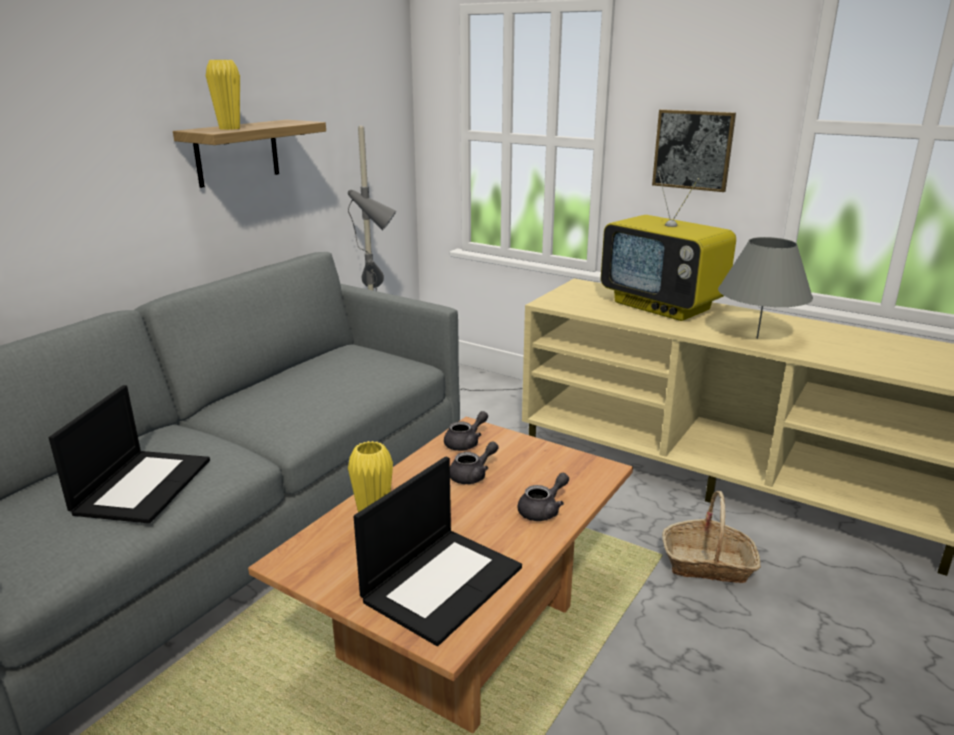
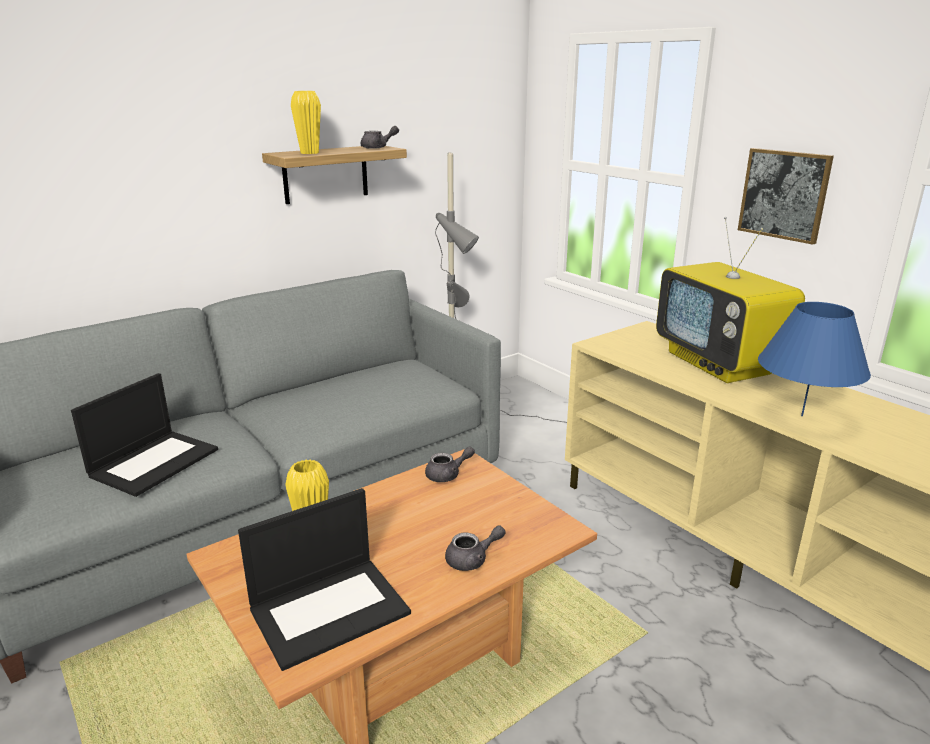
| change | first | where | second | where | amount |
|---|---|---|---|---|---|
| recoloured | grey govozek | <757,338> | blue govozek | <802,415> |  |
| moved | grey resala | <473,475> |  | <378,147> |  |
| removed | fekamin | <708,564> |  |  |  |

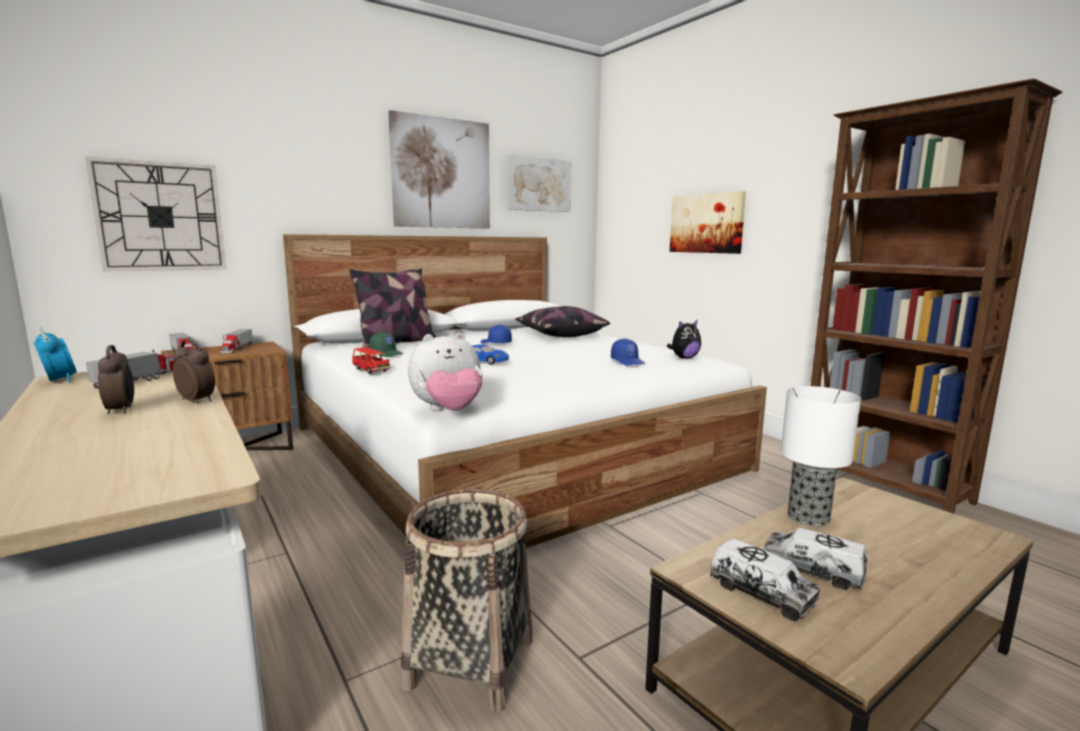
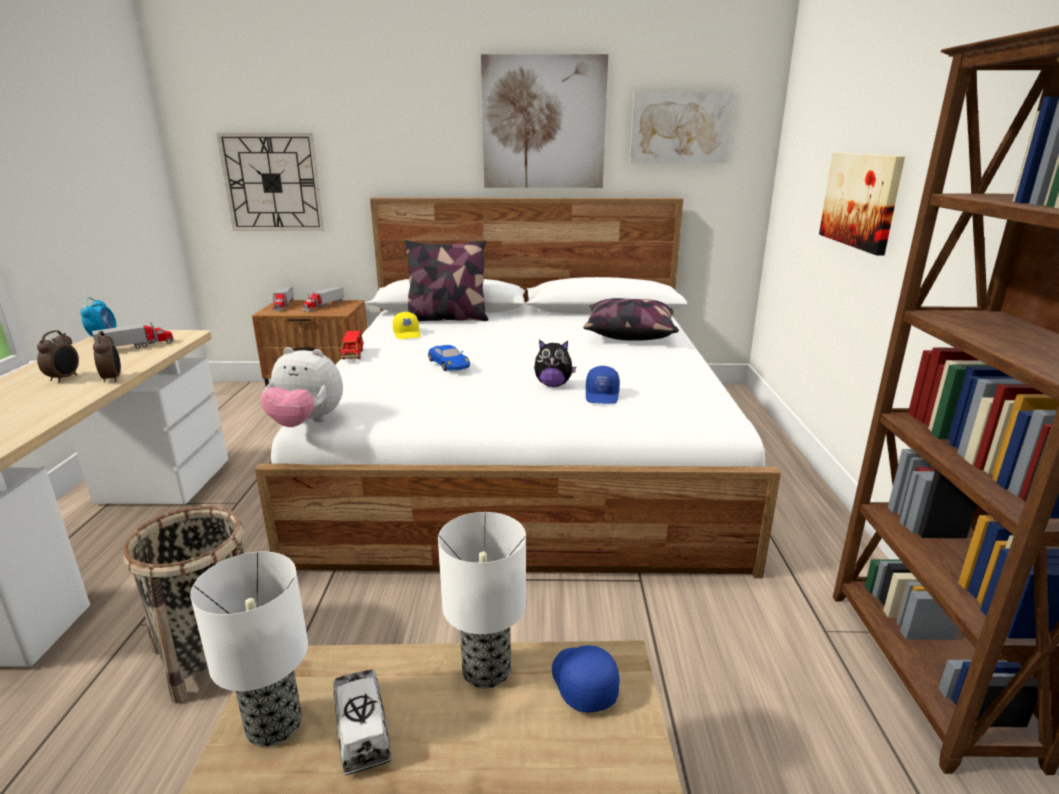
| change | first | where | second | where | amount |
|---|---|---|---|---|---|
| moved | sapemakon | <684,358> |  | <553,385> |  |
| moved | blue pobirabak | <495,343> |  | <582,683> |  |
| recoloured | green pobirabak | <387,353> | yellow pobirabak | <407,334> |  |
| replaced | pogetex | <761,593> | govozek | <275,723> |  |

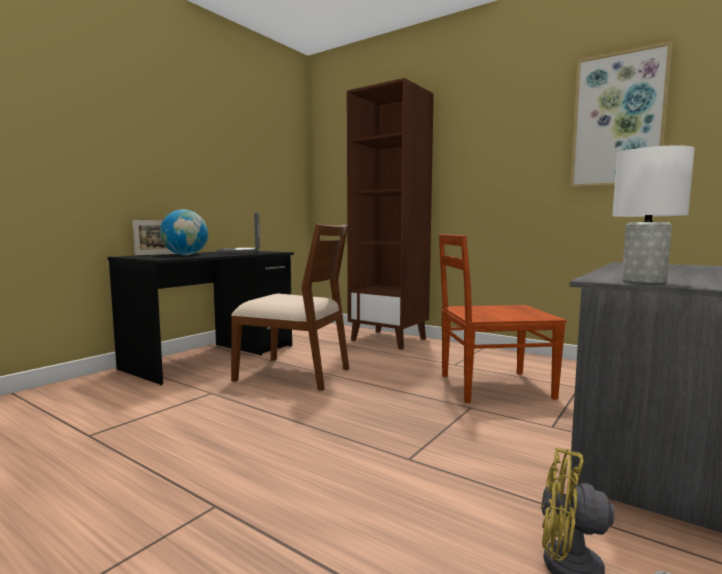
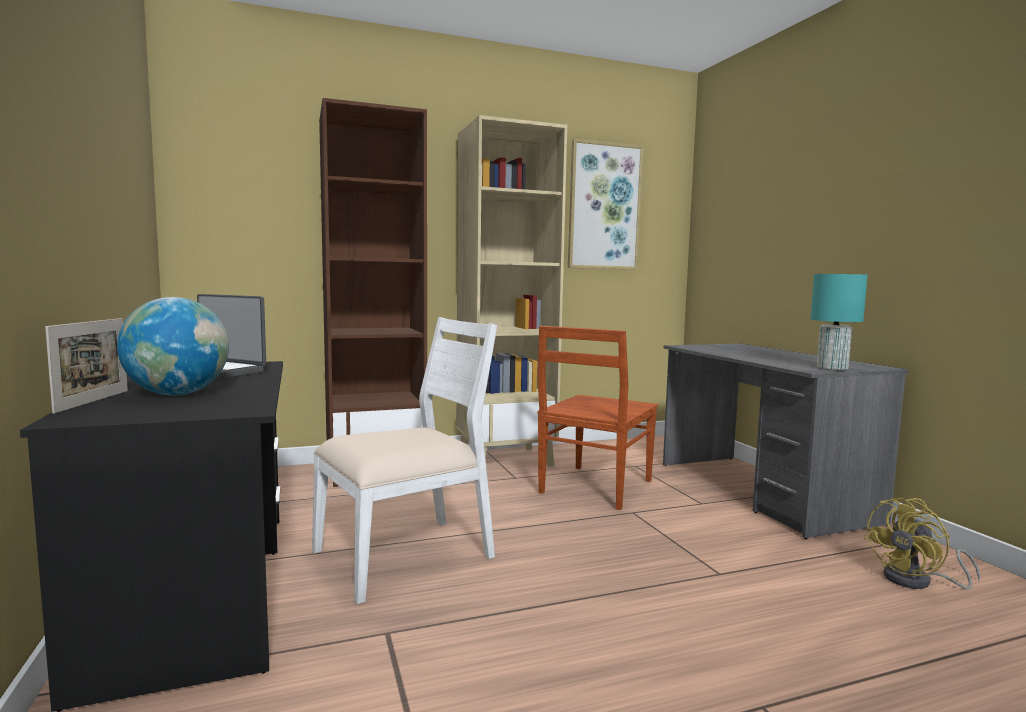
| change | first | where | second | where | amount |
|---|---|---|---|---|---|
| recoloured | white govozek | <643,282> | turquoise govozek | <833,368> |  |
| recoloured | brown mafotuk | <294,374> | white mafotuk | <406,555> |  |
| added |  |  | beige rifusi | <505,459> |  |

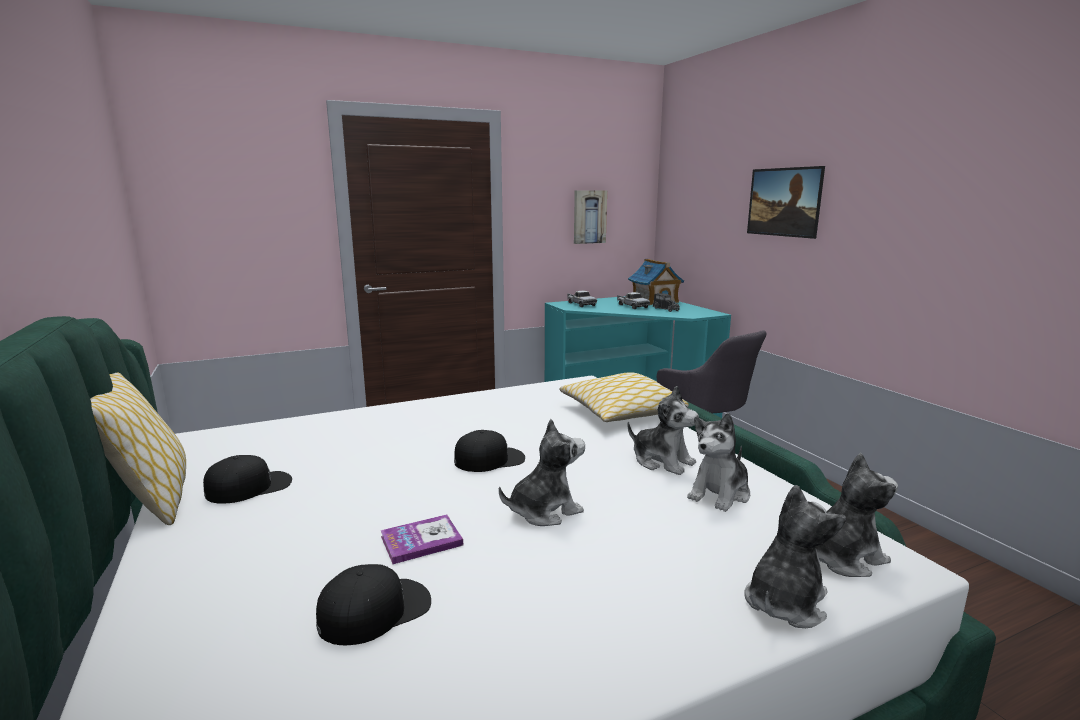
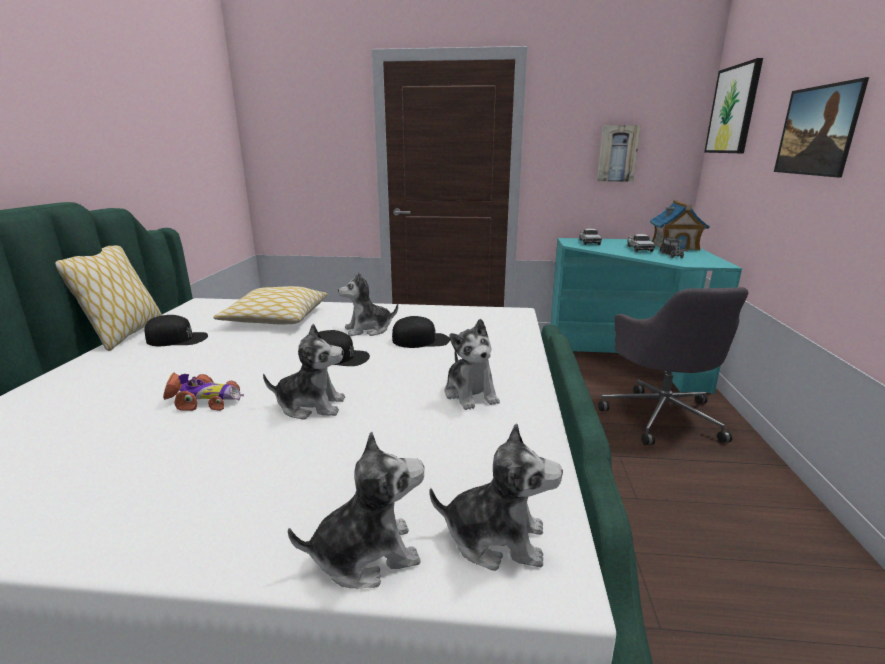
| change | first | where | second | where | amount |
|---|---|---|---|---|---|
| moved | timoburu | <621,412> |  | <276,318> |  |
| moved | sapemakon | <720,493> |  | <368,330> |  |
| replaced | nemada | <421,540> | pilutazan | <203,401> |  |
| moved | black pobirabak | <375,610> |  | <421,340> |  |
| added |  |  | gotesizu | <733,110> |  |

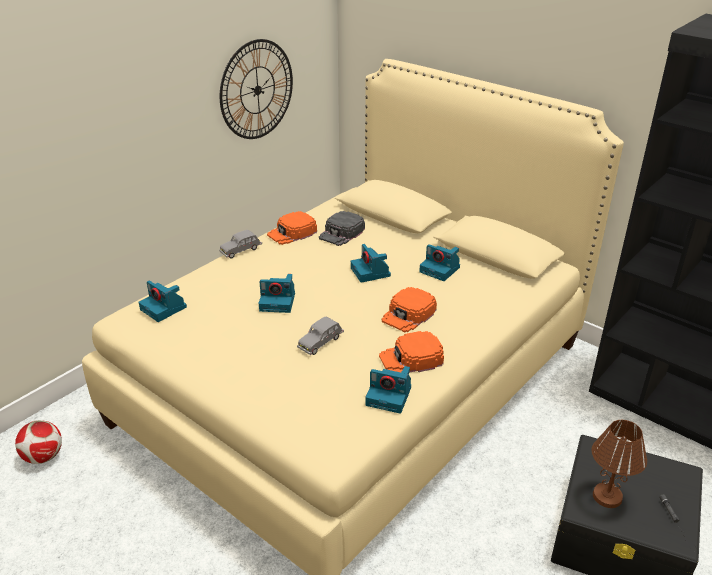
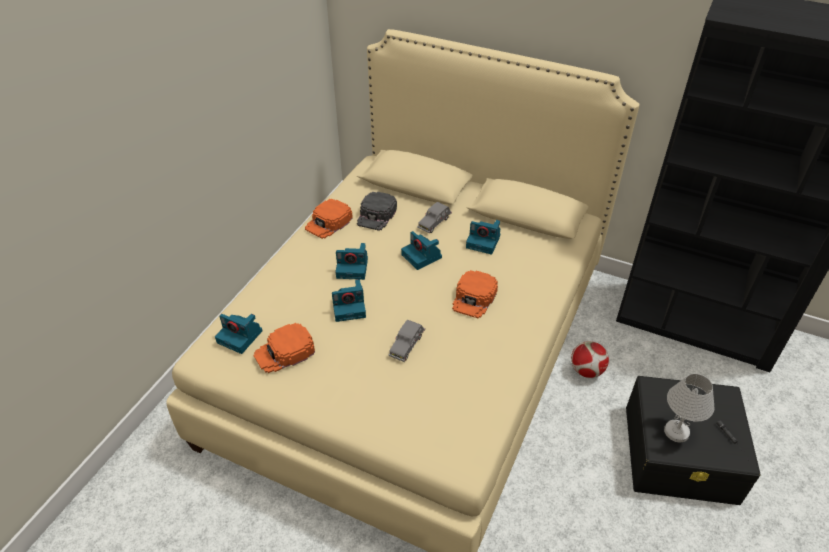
| change | first | where | second | where | amount |
|---|---|---|---|---|---|
| removed | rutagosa | <257,90> |  |  |  |
| moved | grey pilutazan | <241,250> |  | <434,223> |  |
| moved | orange pobirabak | <411,359> |  | <284,352> |  |
| moved | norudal | <390,396> |  | <353,268> |  |
| moved | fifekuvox | <43,457> |  | <586,371> |  |
| recoloured | brown govozek | <607,496> | white govozek | <676,431> |  |

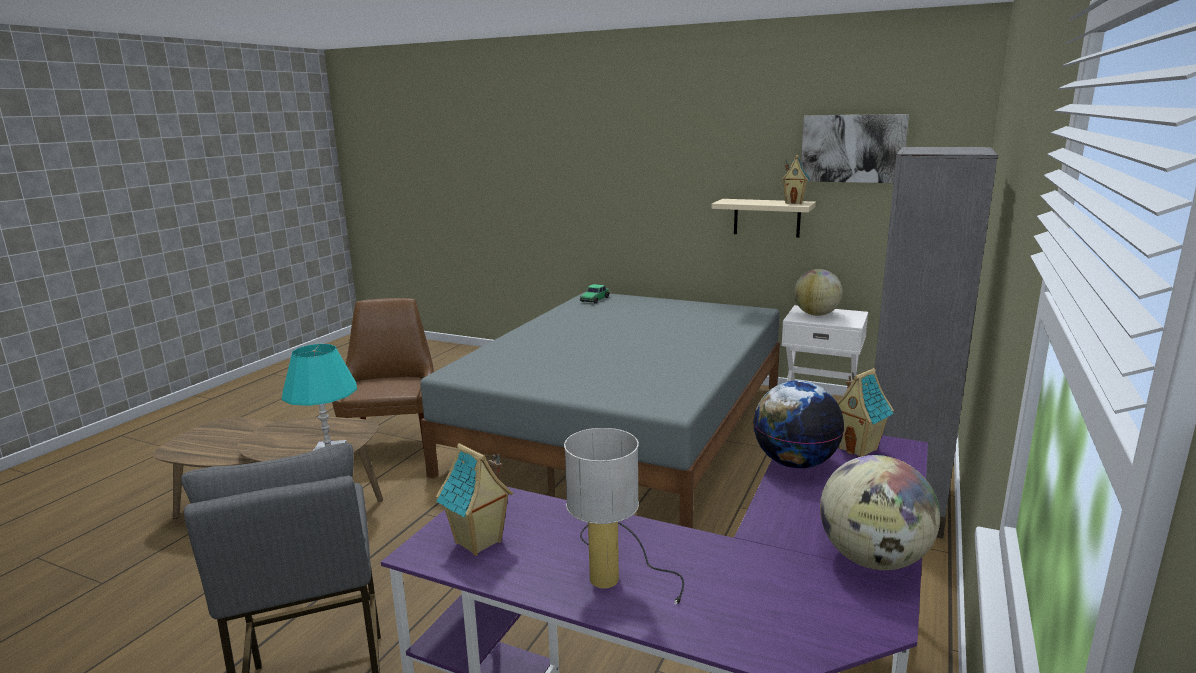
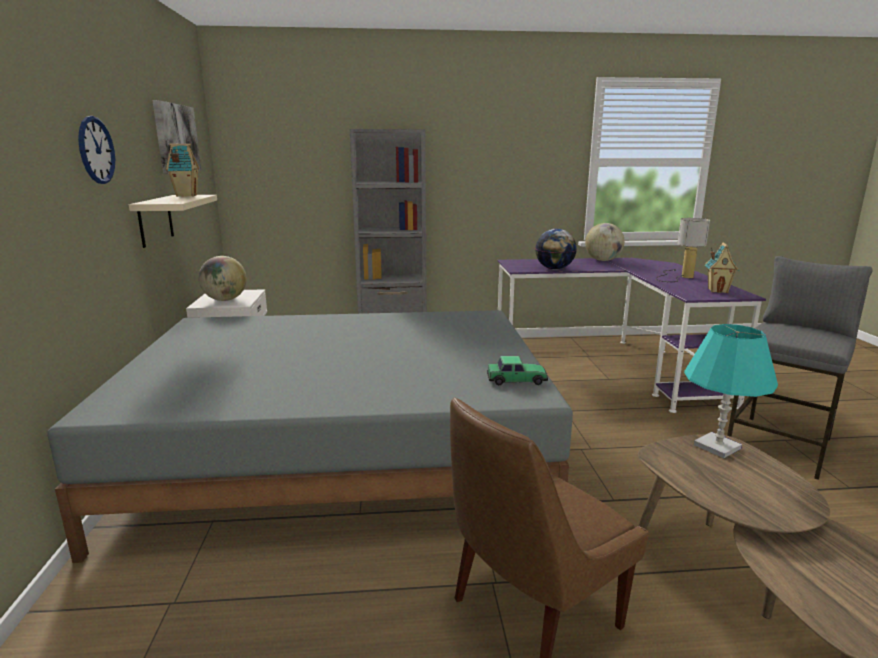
| change | first | where | second | where | amount |
|---|---|---|---|---|---|
| moved | pilutazan | <594,299> |  | <517,380> |  |
| removed | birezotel | <858,449> |  |  |  |
| added |  |  | rutagosa | <96,150> |  |

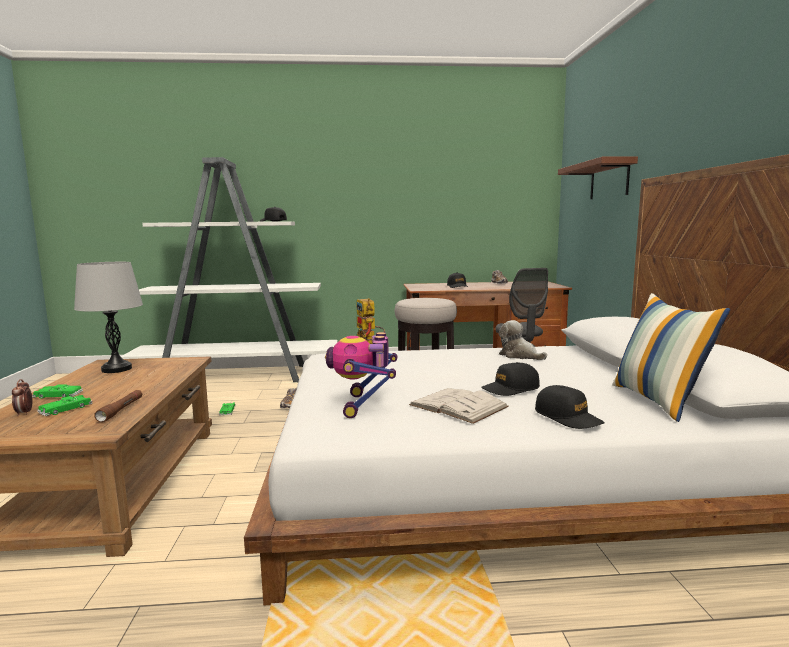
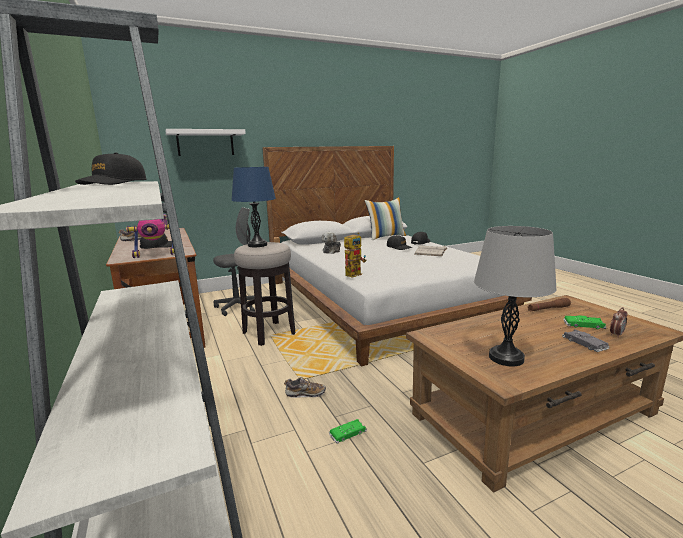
| change | first | where | second | where | amount |
|---|---|---|---|---|---|
| recoloured | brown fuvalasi | <609,180> | white fuvalasi | <205,143> |  |
| moved | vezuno | <364,405> |  | <156,254> |  |
| recoloured | green pilutazan | <58,395> | grey pilutazan | <584,343> |  |
| added |  |  | blue govozek | <257,245> |  |

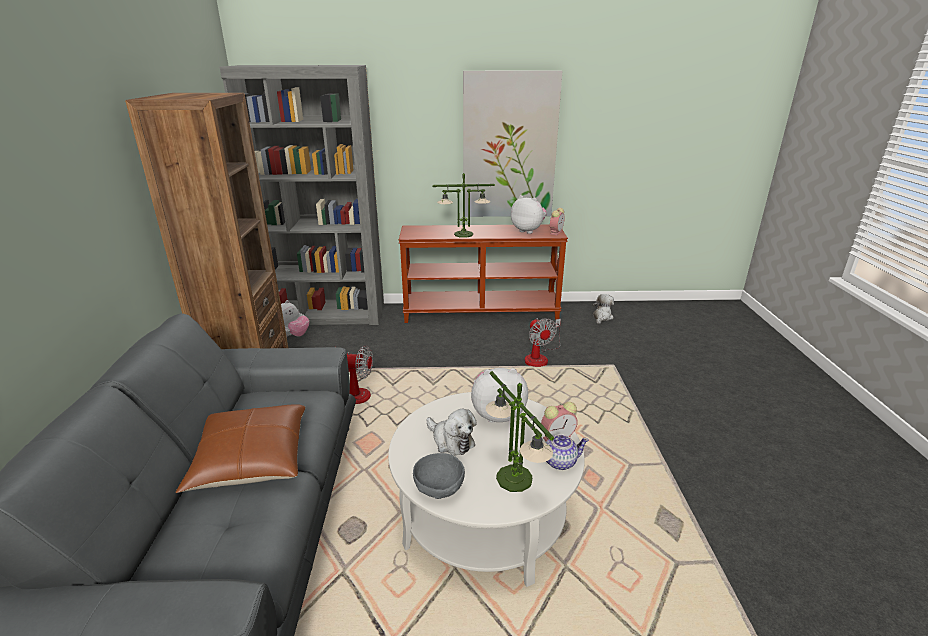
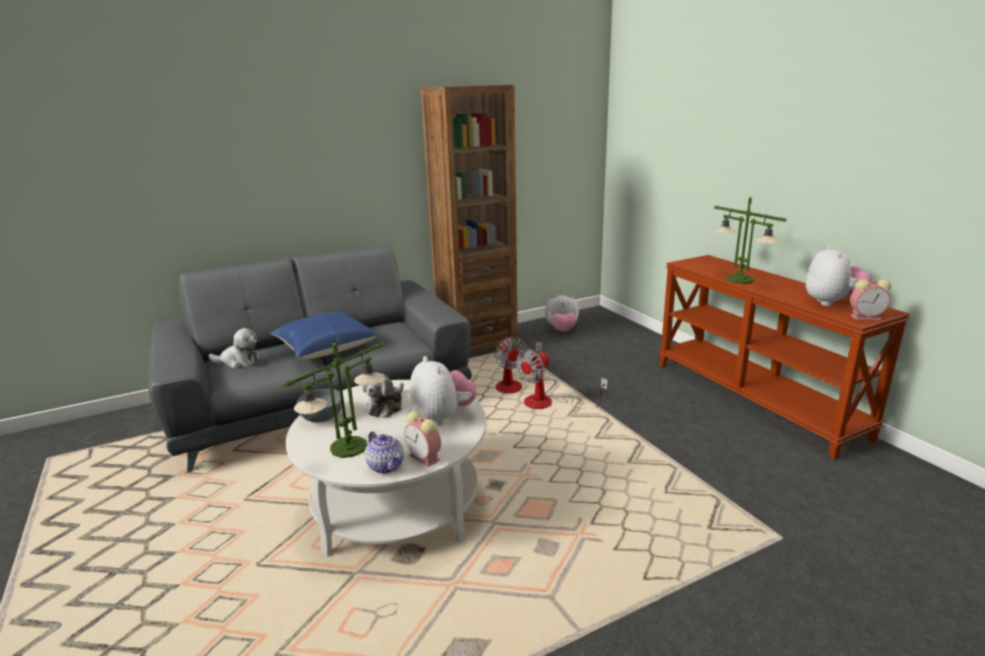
| change | first | where | second | where | amount |
|---|---|---|---|---|---|
| removed | grey rifusi | <329,314> |  |  |  |
| removed | gotesizu | <509,147> |  |  |  |
| moved | sapemakon | <602,317> |  | <238,361> |  |
| moved | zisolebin | <540,357> |  | <549,403> |  |
| recoloured | brown timoburu | <251,459> | blue timoburu | <325,347> |  |

